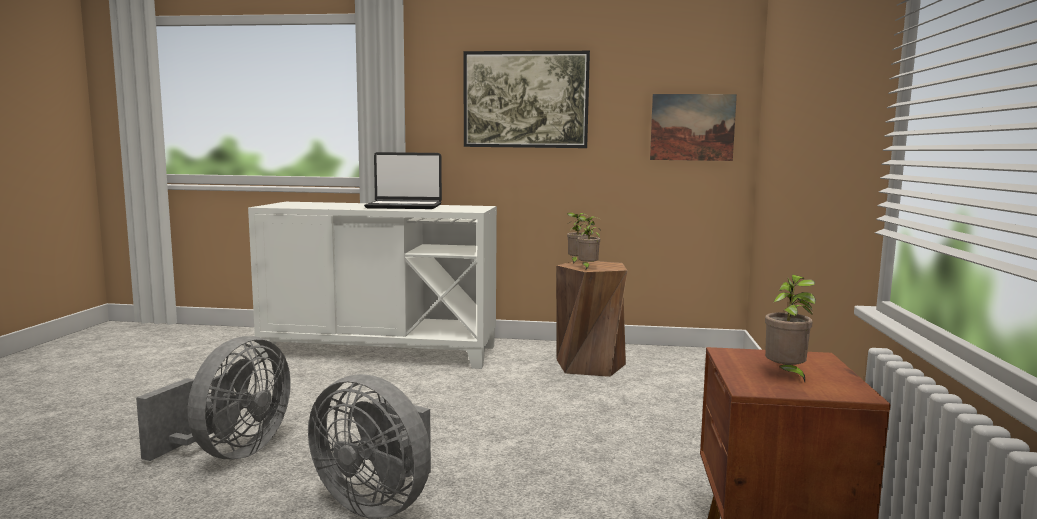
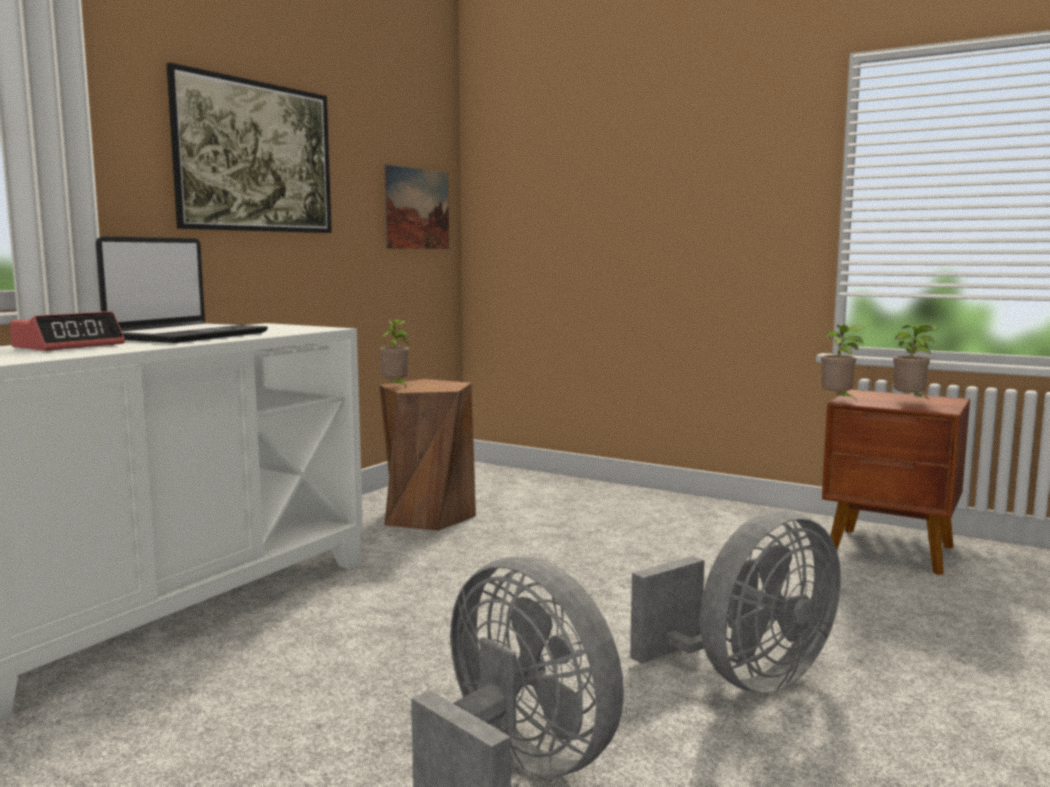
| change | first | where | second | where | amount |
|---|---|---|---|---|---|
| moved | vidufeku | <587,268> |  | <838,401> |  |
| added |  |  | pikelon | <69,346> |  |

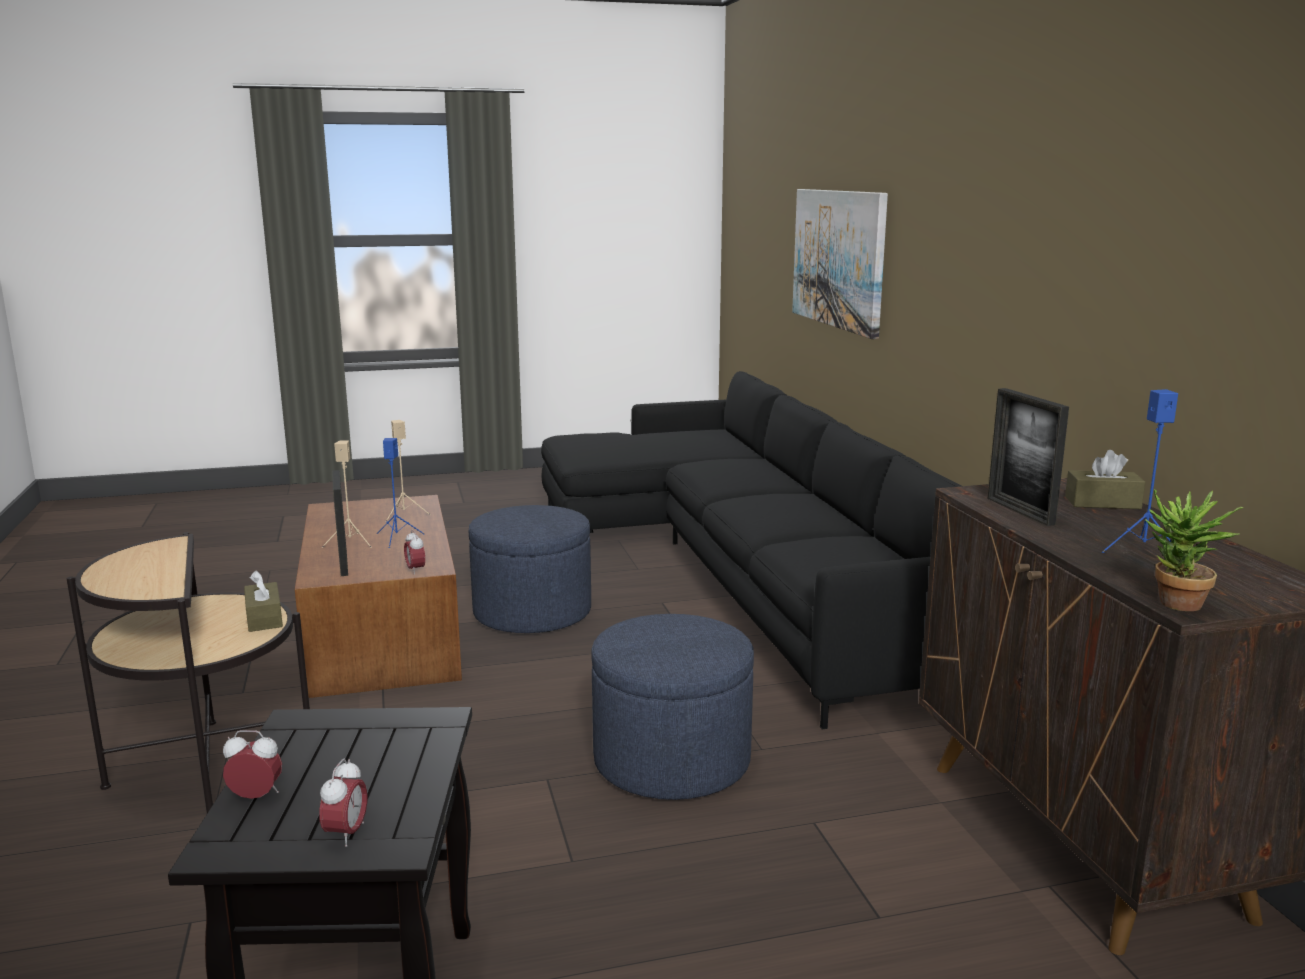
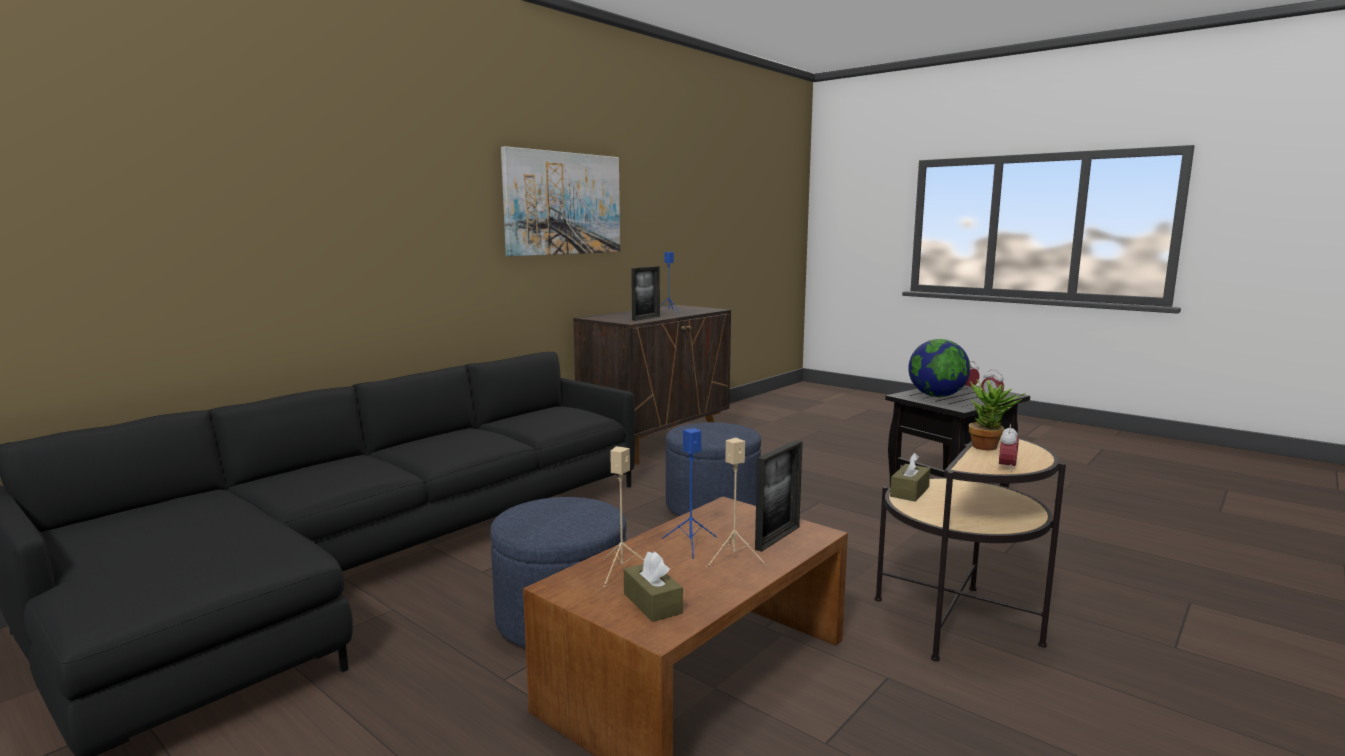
| change | first | where | second | where | amount |
|---|---|---|---|---|---|
| moved | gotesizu | <838,258> |  | <563,203> |  |
| moved | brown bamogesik | <1102,503> |  | <652,603> |  |
| moved | vidufeku | <1176,606> |  | <990,447> |  |
| moved | pikelon | <415,570> |  | <1006,468> |  |
| added |  |  | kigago | <936,396> |  |

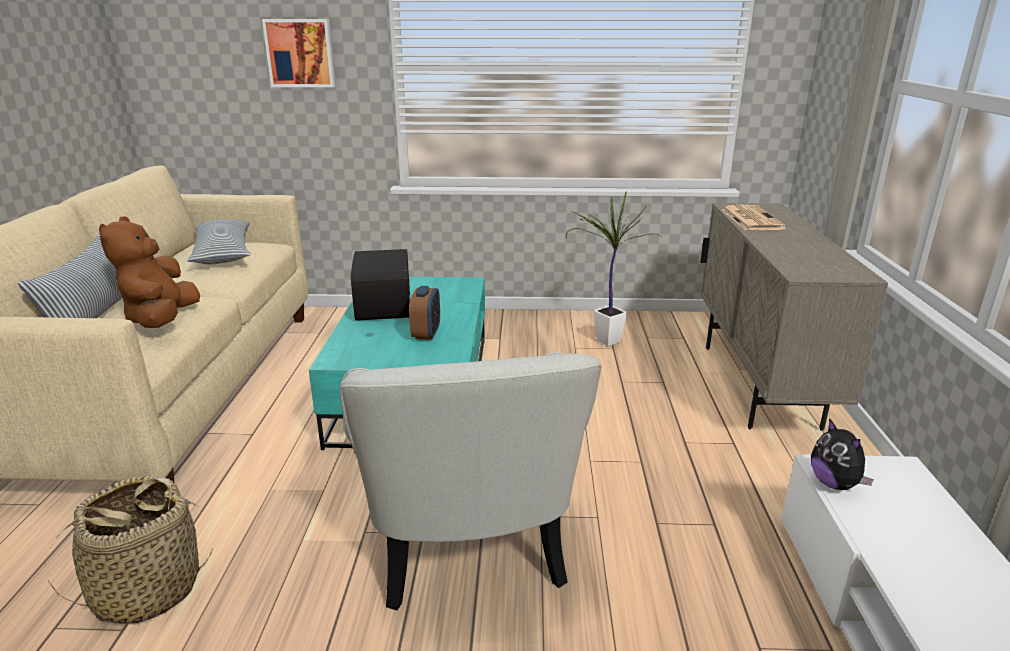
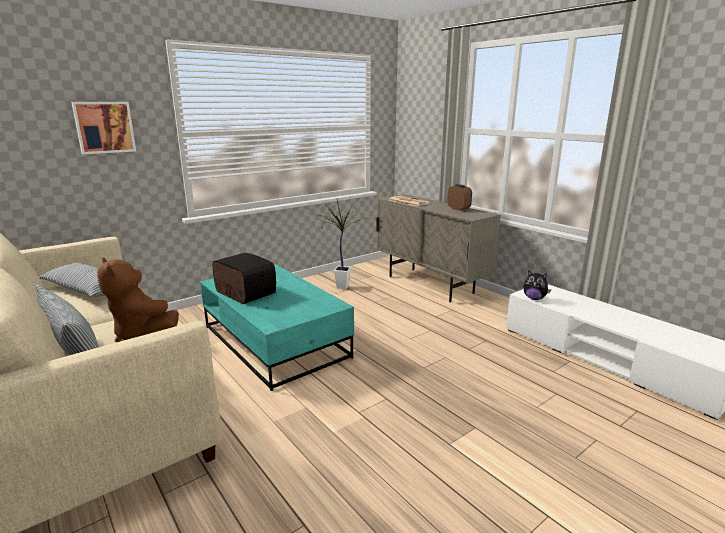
| change | first | where | second | where | amount |
|---|---|---|---|---|---|
| moved | pikelon | <426,334> |  | <458,209> |  |
| removed | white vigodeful | <468,537> |  |  |  |
| removed | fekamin | <147,590> |  |  |  |

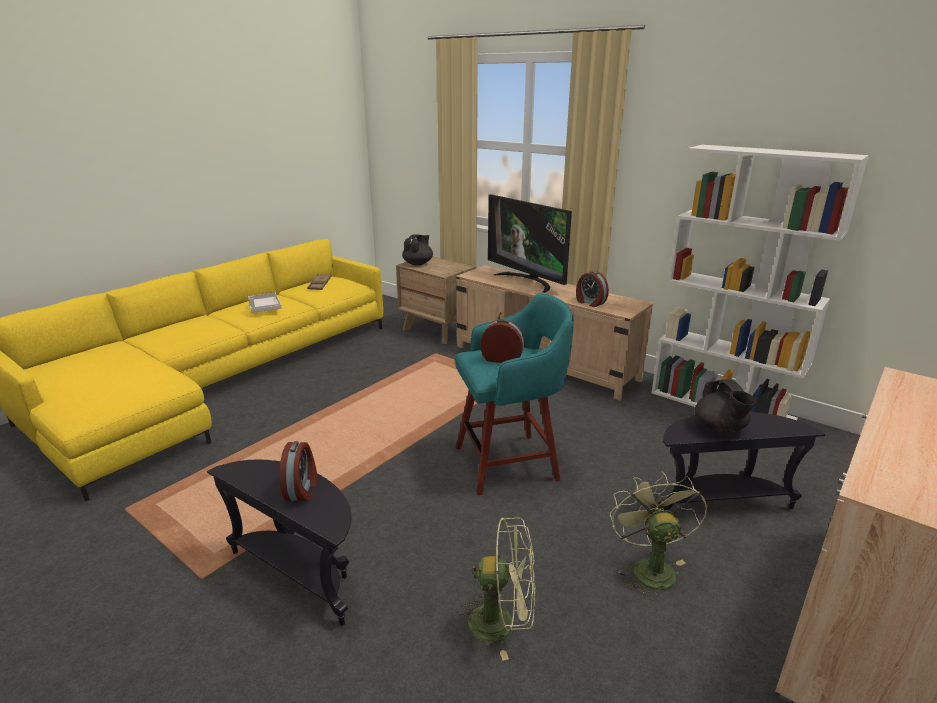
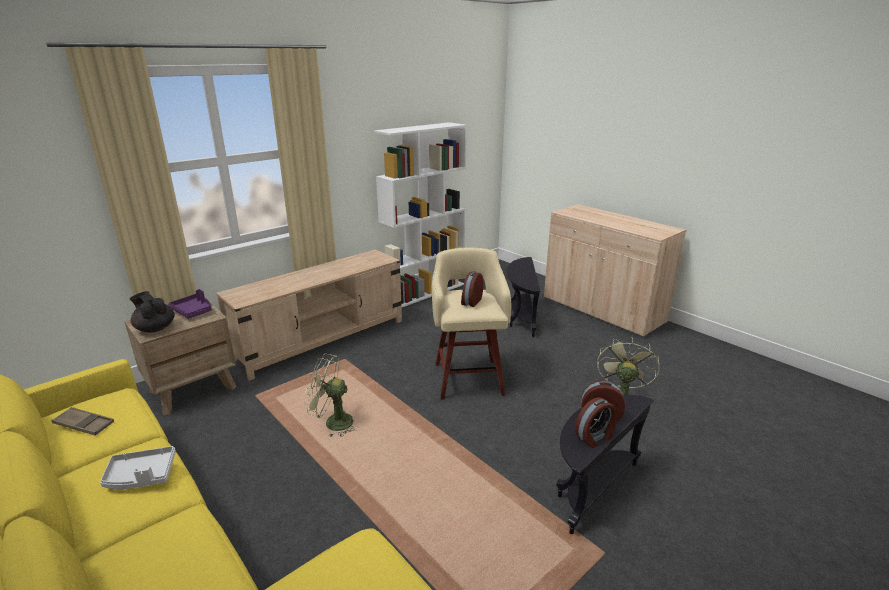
| change | first | where | second | where | amount |
|---|---|---|---|---|---|
| removed | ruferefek | <527,281> |  |  |  |
| moved | pikelon | <590,303> |  | <595,437> |  |
| recoloured | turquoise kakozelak | <509,463> | beige kakozelak | <468,377> |  |
| removed | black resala | <720,428> |  |  |  |
| moved | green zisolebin | <649,567> |  | <332,422> |  |
| added |  |  | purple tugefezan | <193,311> |  |

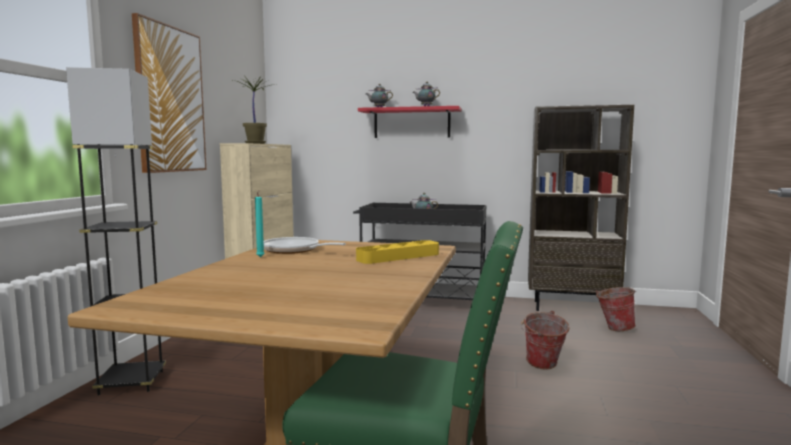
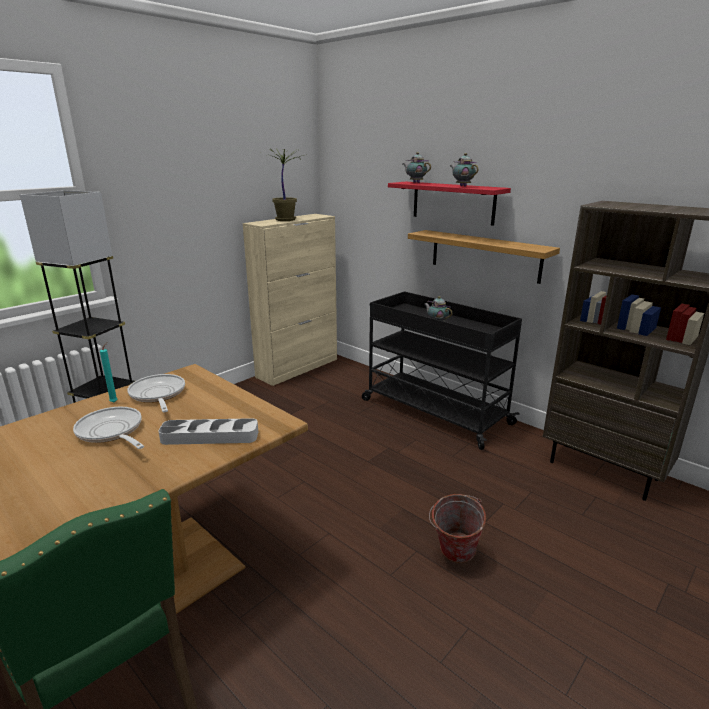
| change | first | where | second | where | amount |
|---|---|---|---|---|---|
| removed | gotesizu | <170,100> |  |  |  |
| recoloured | yellow tugefezan | <398,257> | grey tugefezan | <210,436> |  |
| removed | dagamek | <614,328> |  |  |  |
| added |  |  | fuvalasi | <484,255> |  |
| added |  |  | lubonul | <111,432> |  |

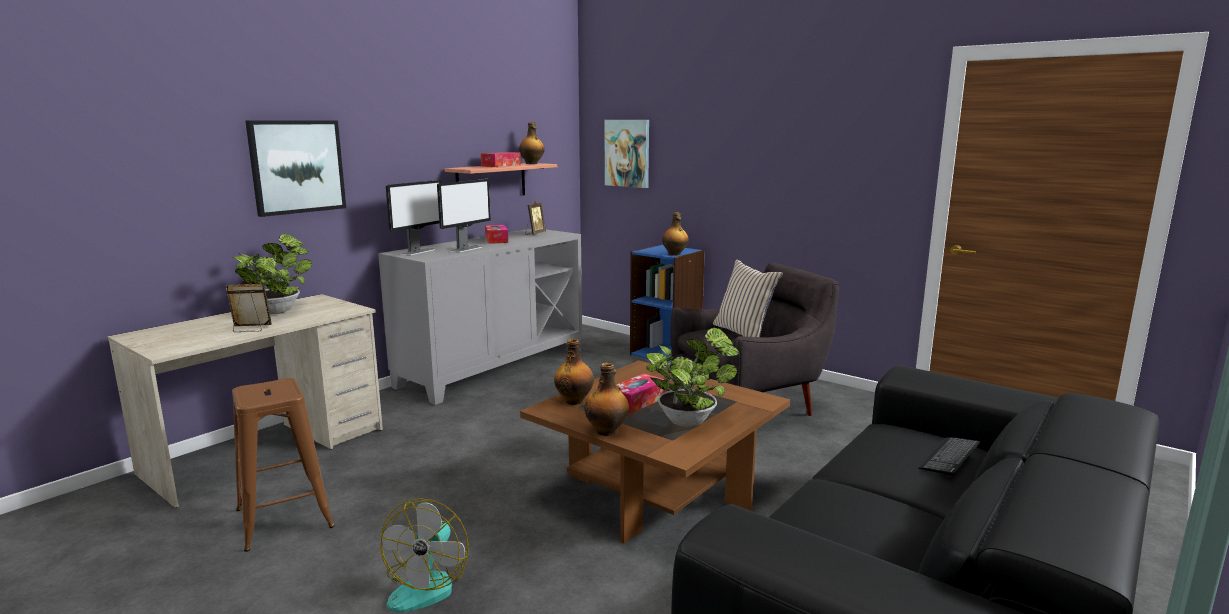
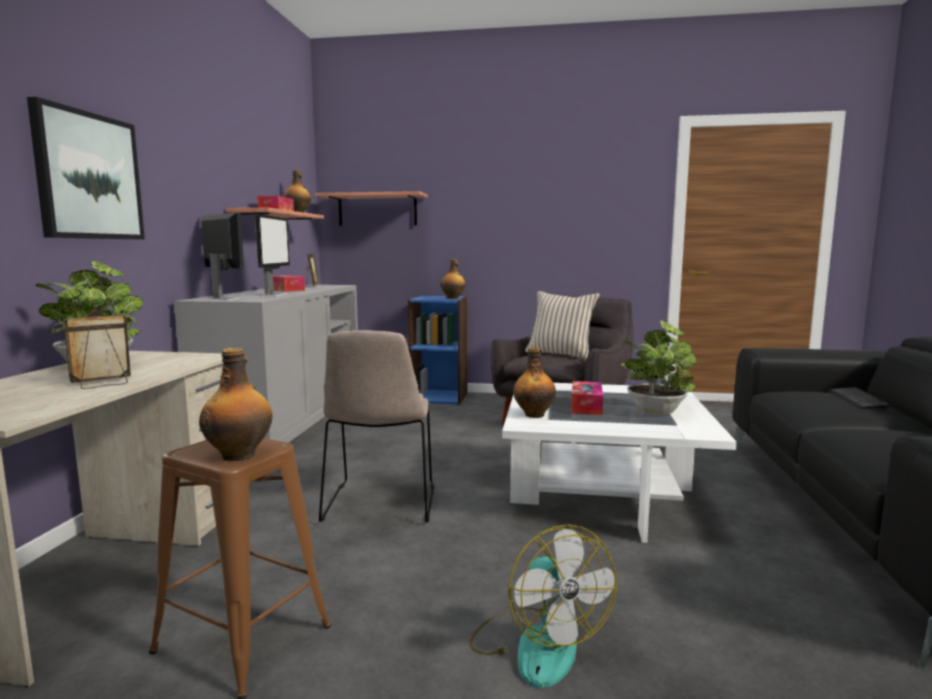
| change | first | where | second | where | amount |
|---|---|---|---|---|---|
| replaced | gotesizu | <627,153> | fuvalasi | <377,210> |  |
| turned | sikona | <418,251> |  | <223,298> | 45 degrees counterclockwise |
| recoloured | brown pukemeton | <656,492> | white pukemeton | <602,496> |  |
| moved | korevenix | <607,431> |  | <240,455> |  |
| added |  |  | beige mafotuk | <380,505> |  |

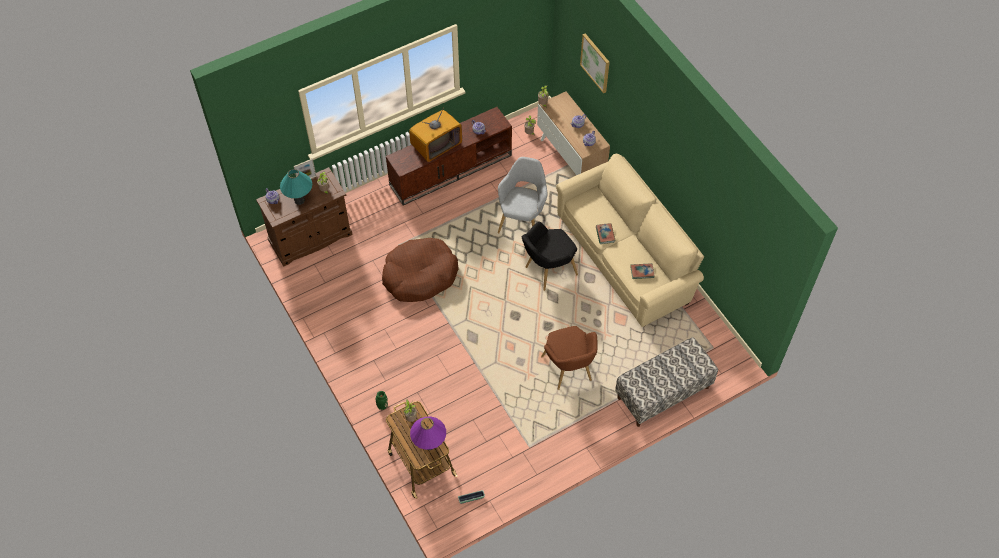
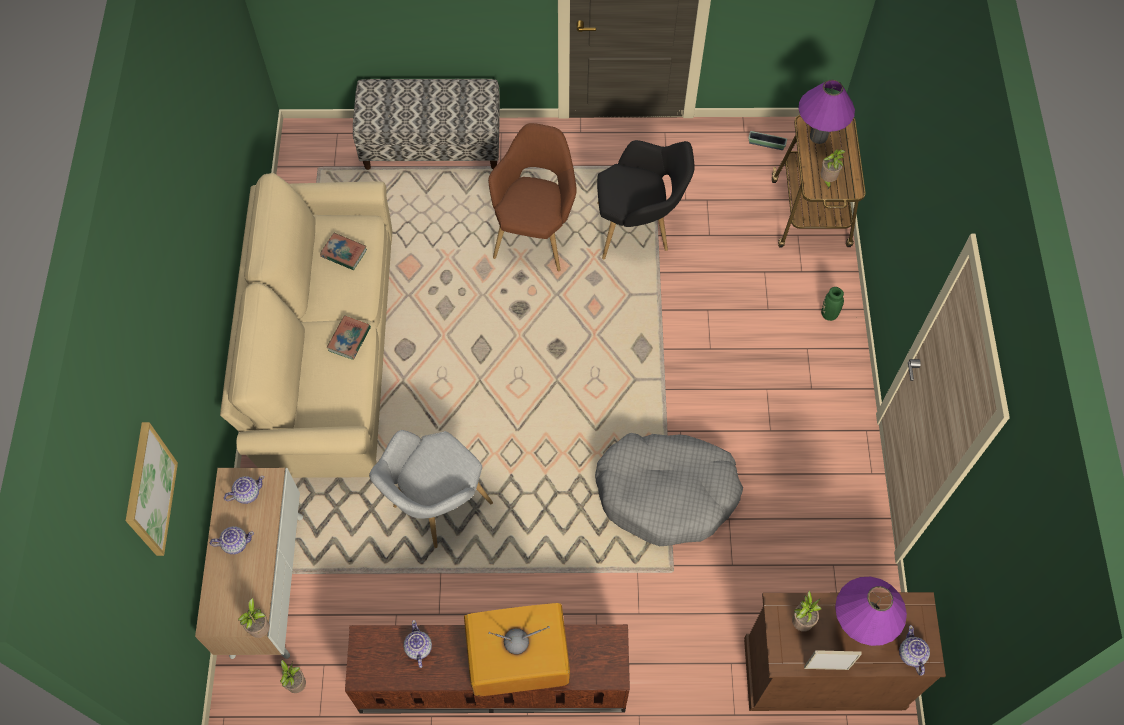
| change | first | where | second | where | amount |
|---|---|---|---|---|---|
| recoloured | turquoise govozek | <299,200> | purple govozek | <859,626> |  |
| moved | black vigodeful | <547,271> |  | <638,229> |  |
| recoloured | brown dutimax | <419,275> | grey dutimax | <666,493> |  |

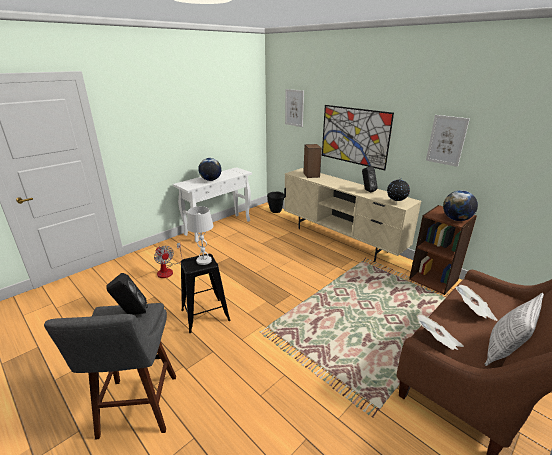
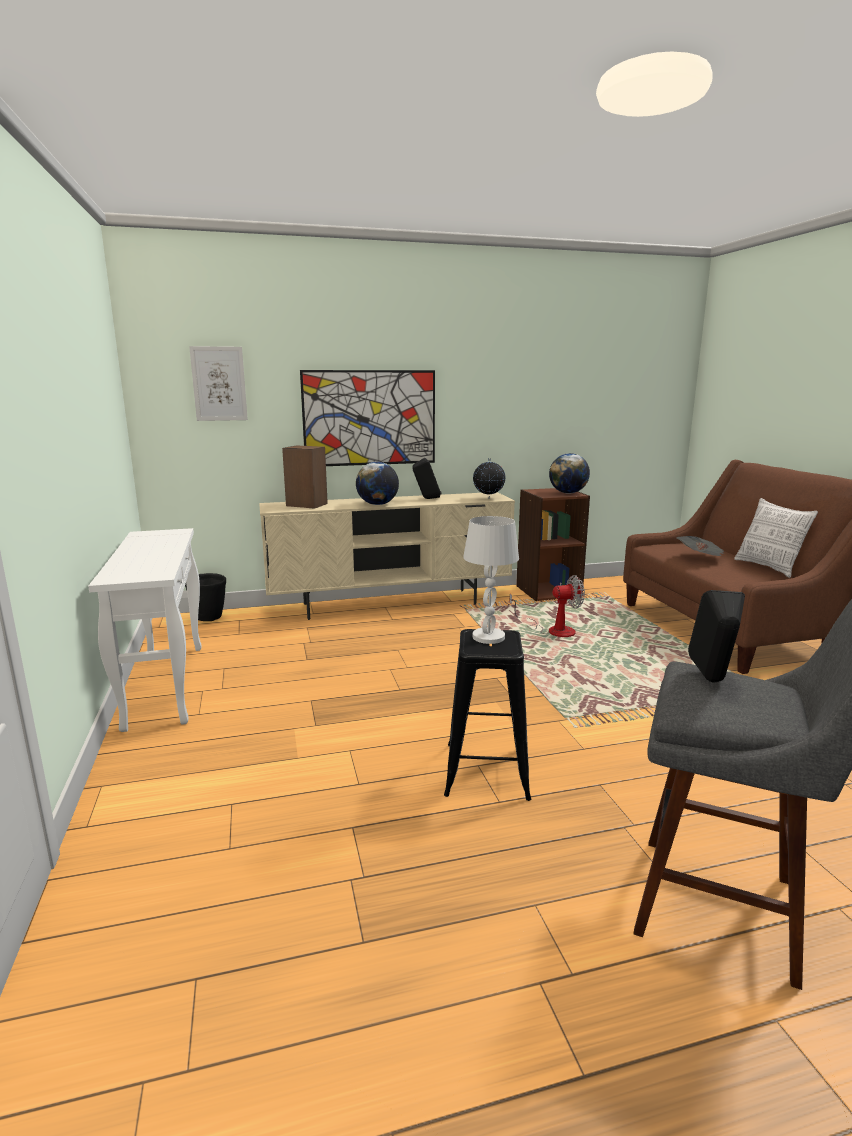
| change | first | where | second | where | amount |
|---|---|---|---|---|---|
| removed | gotesizu | <446,140> |  |  |  |
| moved | kigago | <210,180> |  | <377,504> |  |
| moved | zisolebin | <168,270> |  | <552,630> |  |
| removed | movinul | <437,342> |  |  |  |

